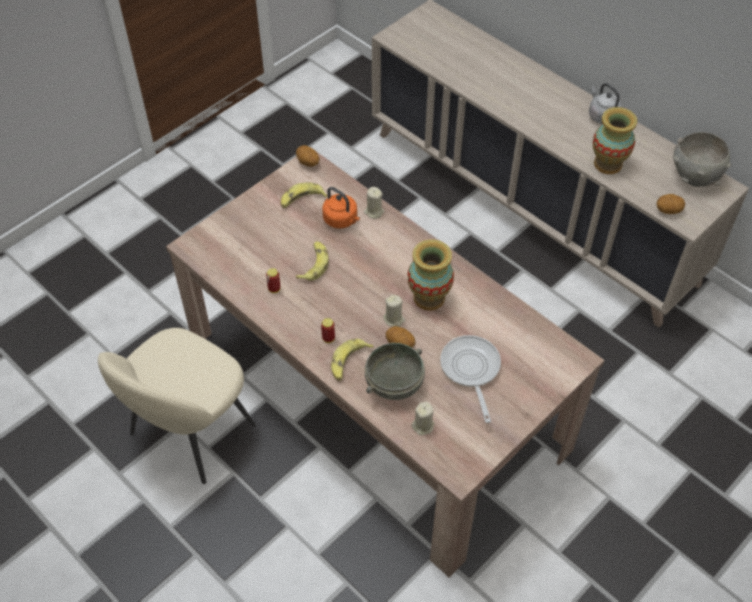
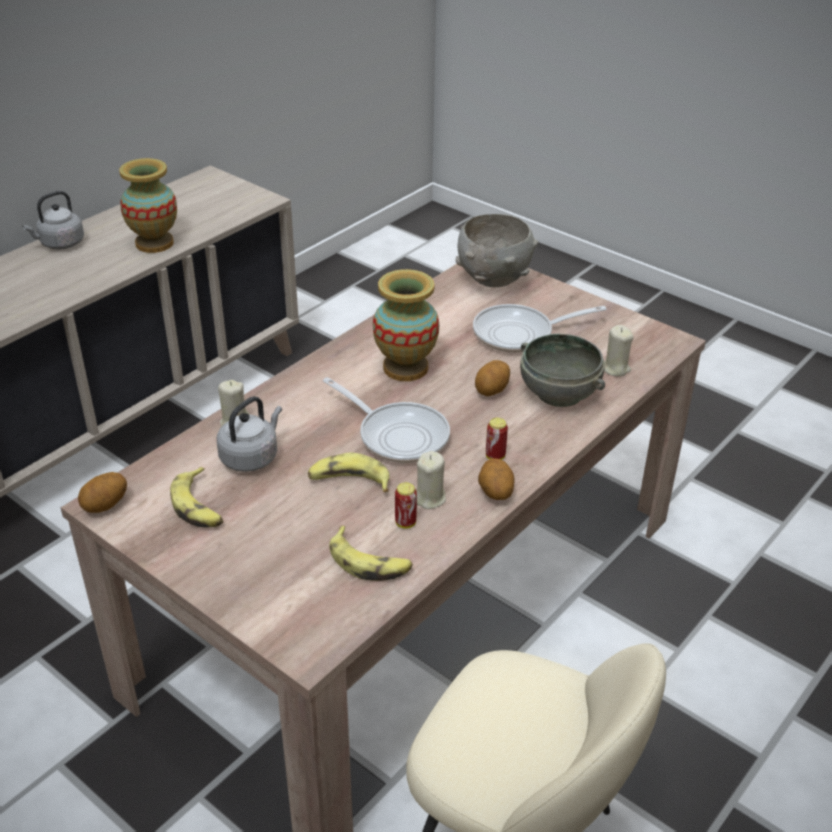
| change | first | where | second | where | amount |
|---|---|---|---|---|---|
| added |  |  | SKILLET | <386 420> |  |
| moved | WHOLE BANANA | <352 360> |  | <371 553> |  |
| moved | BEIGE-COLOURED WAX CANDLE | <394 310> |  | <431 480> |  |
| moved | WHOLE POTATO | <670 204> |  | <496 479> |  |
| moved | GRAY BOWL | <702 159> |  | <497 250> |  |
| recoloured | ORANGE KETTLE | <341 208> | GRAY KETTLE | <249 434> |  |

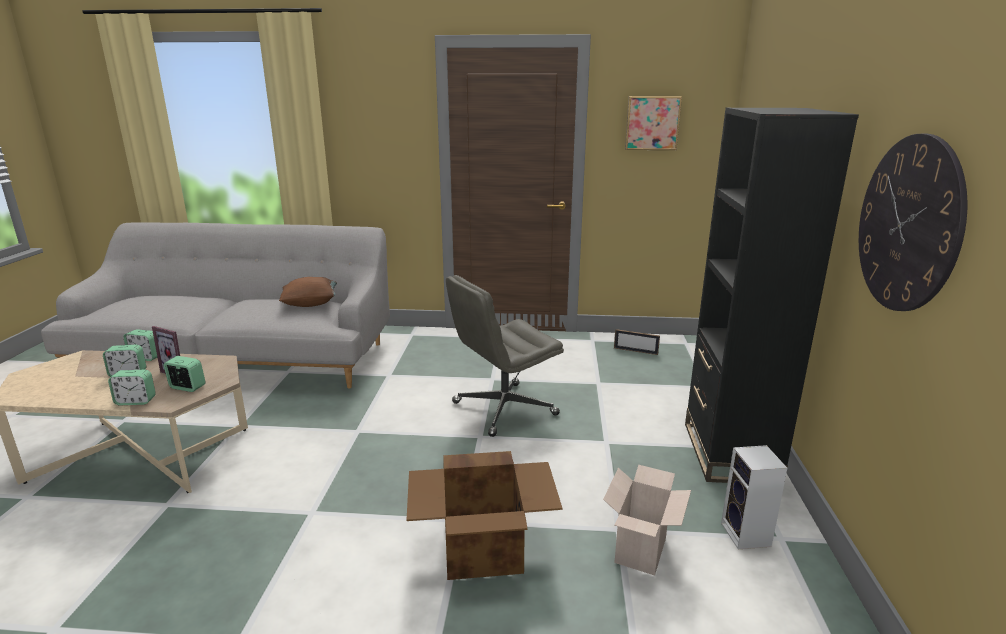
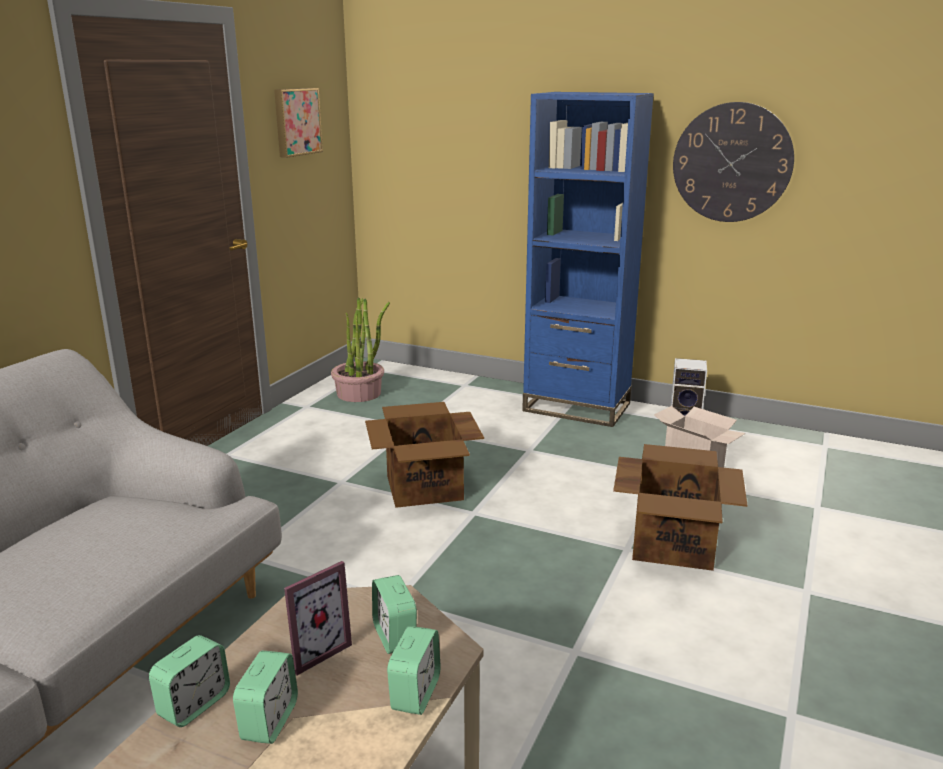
| change | first | where | second | where | amount |
|---|---|---|---|---|---|
| removed | BROWN THROW PILLOW | <308 292> |  |  |  |
| replaced | GRAY DESK CHAIR | <505 356> | CARDBOARD BOX | <424 455> |  |
| replaced | PHOTO FRAME | <637 342> | PLANT IN A POT | <360 349> |  |
| recoloured | BLACKISH BOOKCASE | <772 295> | BLUISH BOOKCASE | <588 259> |  |
| turned | BEDSIDE CLOCK | <185 374> |  | <394 614> | 60 degrees counterclockwise |

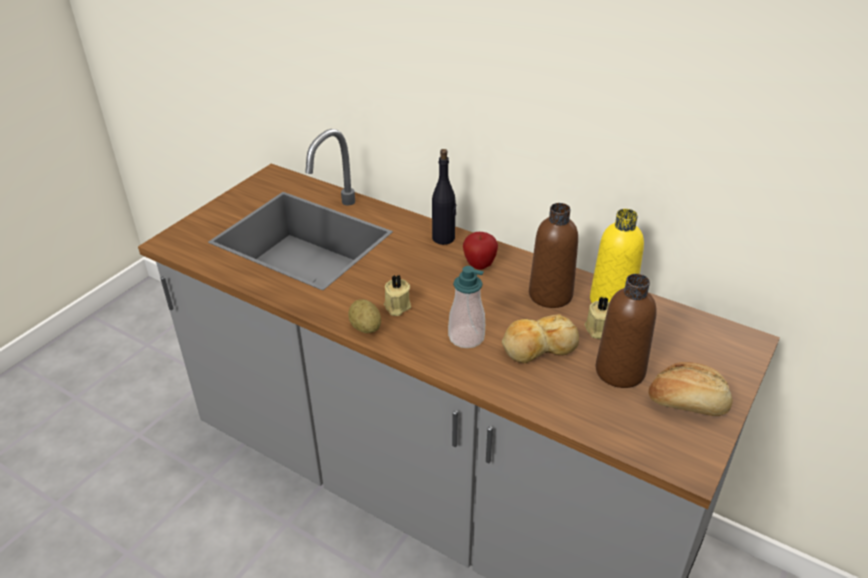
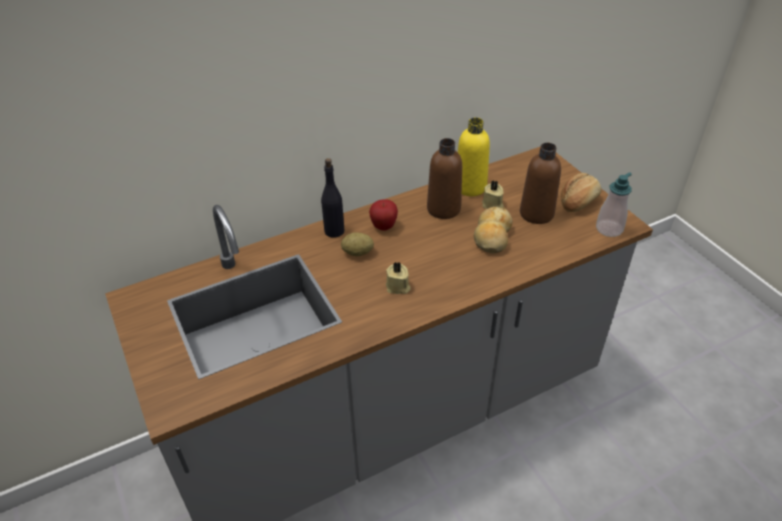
| change | first | where | second | where | amount |
|---|---|---|---|---|---|
| moved | WHOLE POTATO | <364 316> |  | <357 244> |  |
| moved | SOAP BOTTLE | <466 307> |  | <614 204> |  |

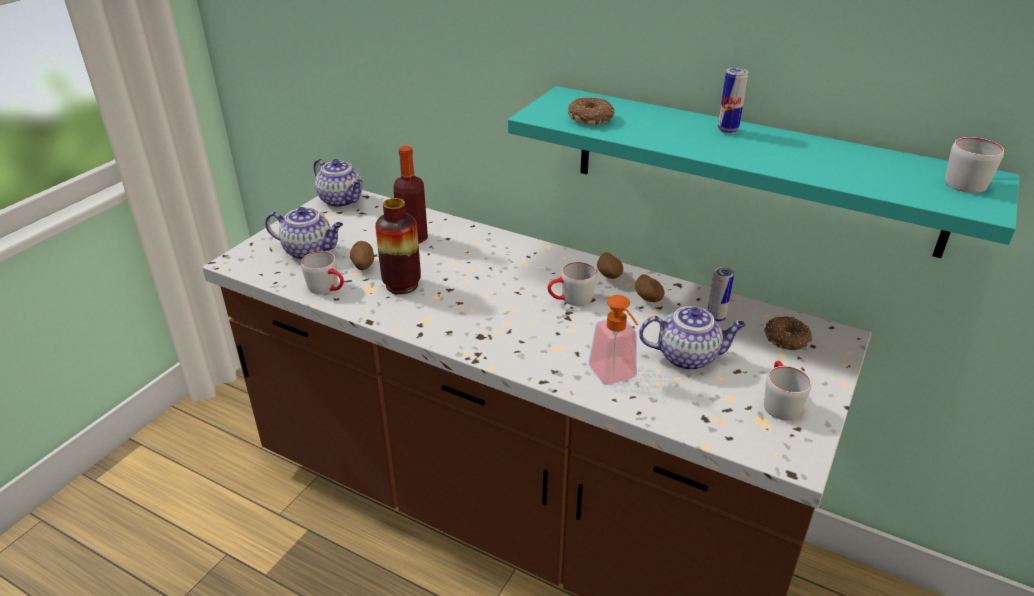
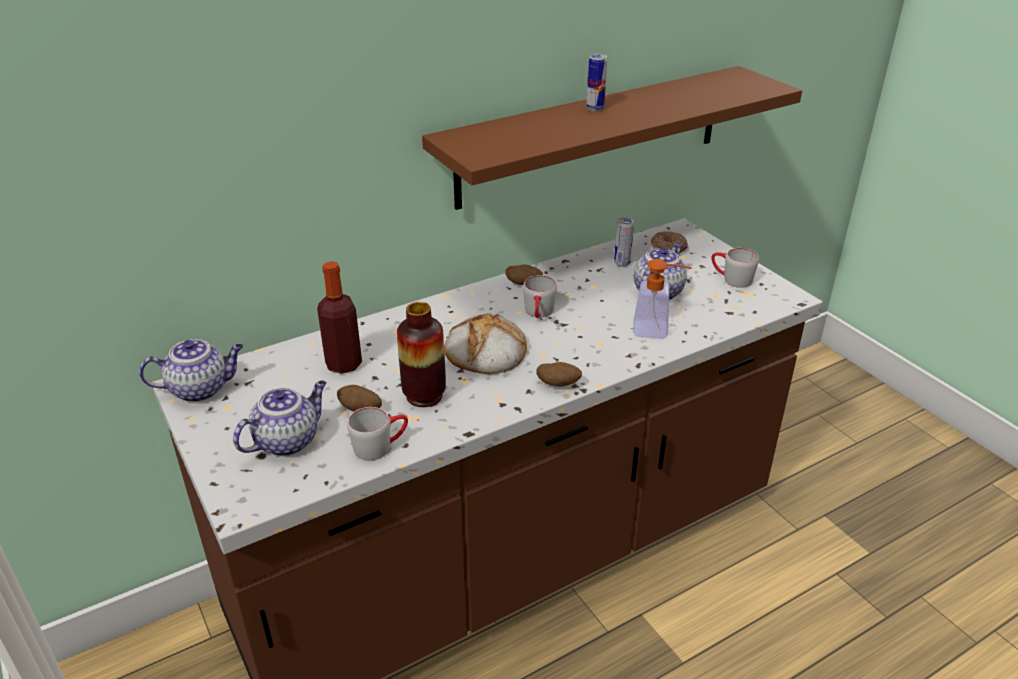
| change | first | where | second | where | amount |
|---|---|---|---|---|---|
| removed | RING DOUGHNUT | <591 111> |  |  |  |
| removed | GRAY COFFEE MUG | <974 165> |  |  |  |
| added |  |  | BREAD | <485 343> |  |
| moved | WHOLE POTATO | <650 288> |  | <559 374> |  |
| recoloured | BLUE-GREEN SHELF | <764 172> | BROWN SHELF | <612 138> |  |

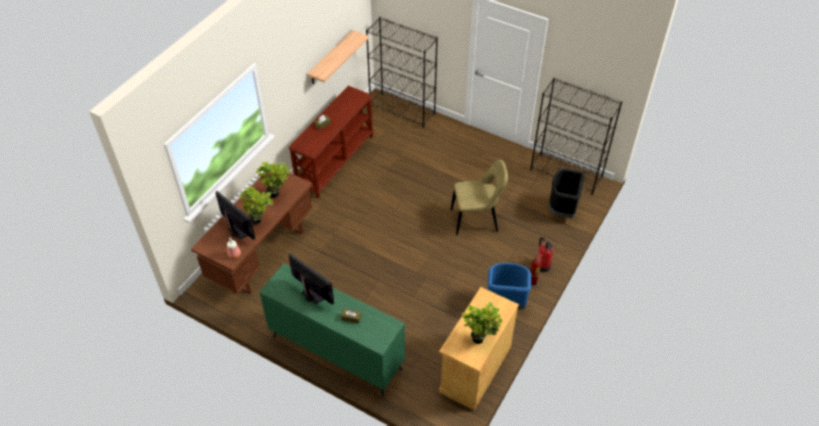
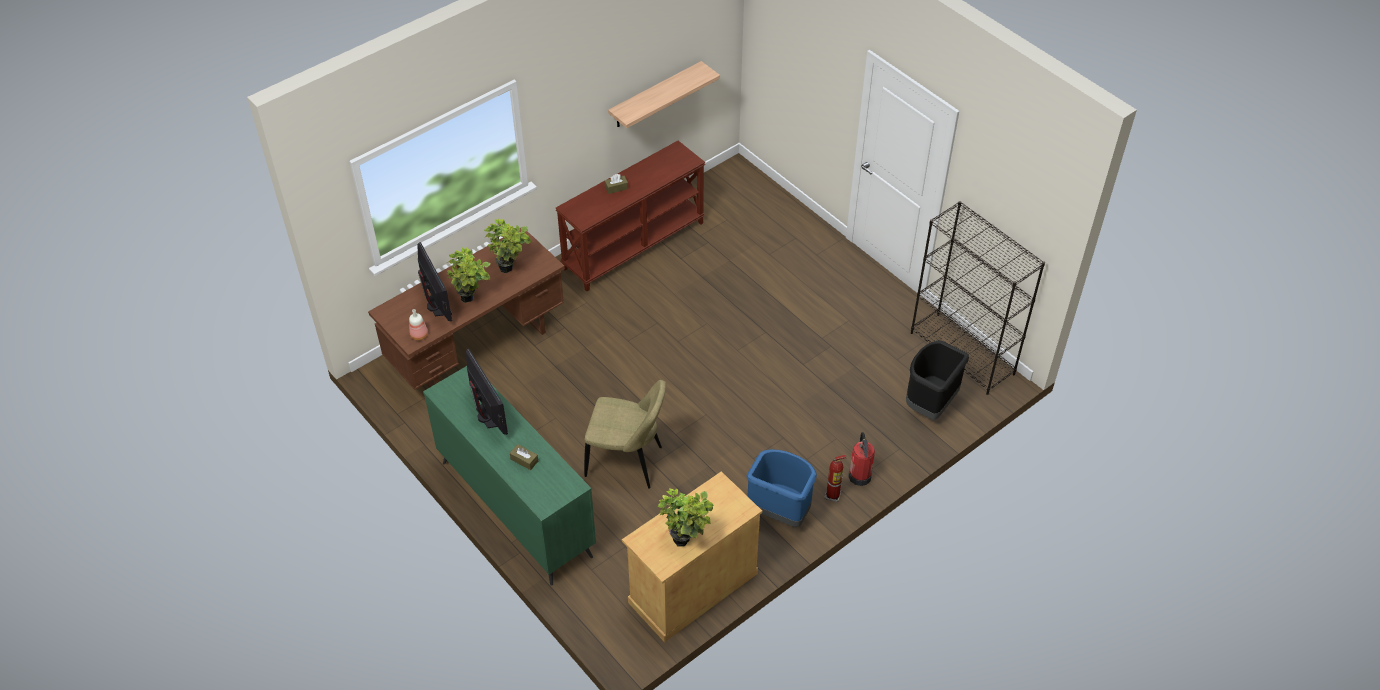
| change | first | where | second | where | amount |
|---|---|---|---|---|---|
| removed | BLACKISH BOOKCASE | <402 73> |  |  |  |
| moved | BEIGE-COLOURED UPRIGHT CHAIR | <479 197> |  | <625 434> |  |

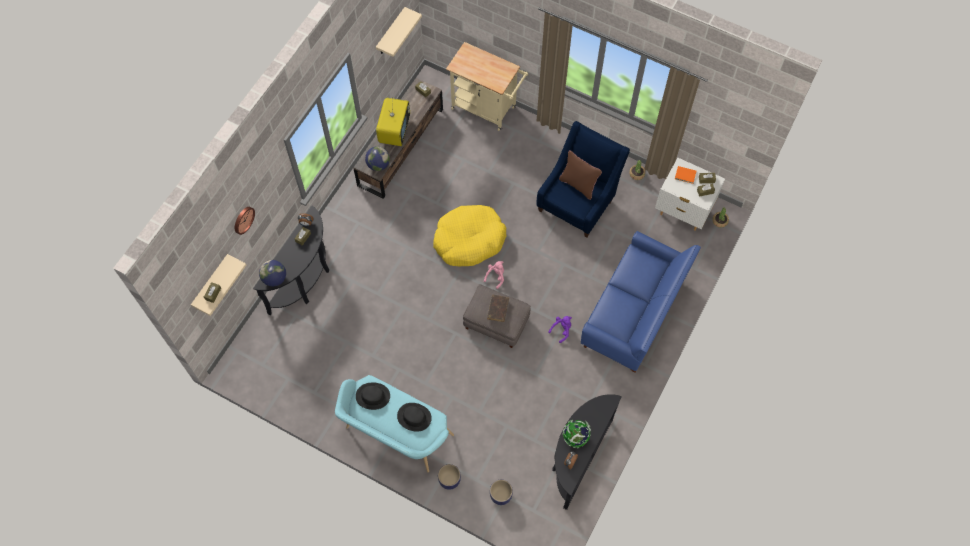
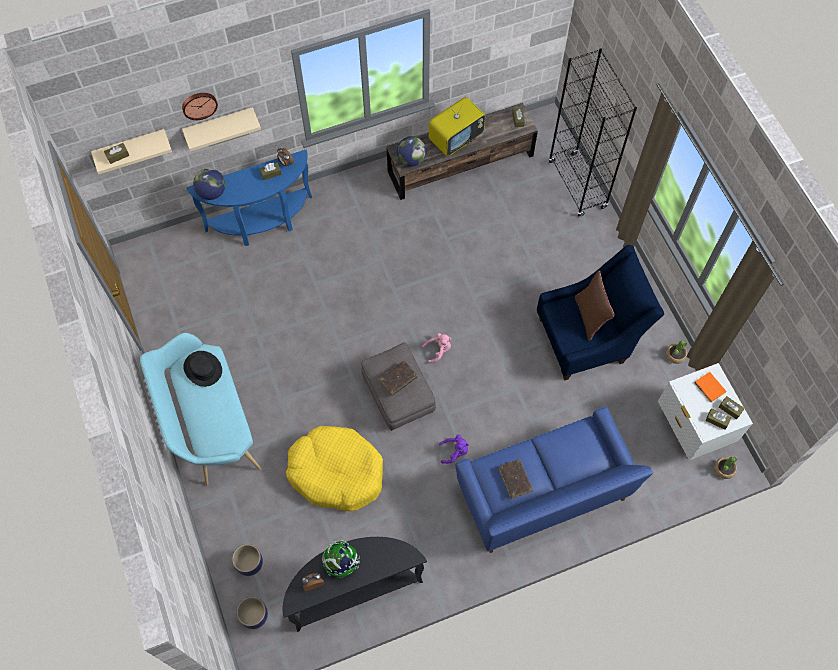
| change | first | where | second | where | amount |
|---|---|---|---|---|---|
| removed | BLACKISH WEARABLE HAT | <414 417> |  |  |  |
| added |  |  | BROWN BOUND BOOK | <516 479> |  |
| moved | BEIGE-COLOURED SHELF | <399 32> |  | <221 129> |  |
| moved | YELLOW-COLOURED PET BED | <469 235> |  | <334 468> |  |
| moved | PLANTER | <449 477> |  | <252 613> |  |
| replaced | BEIGE-COLOURED WHEELED CART | <487 86> | BLACKISH BOOKCASE | <592 132> |  |
| recoloured | BLACKISH NARROW TABLE | <291 260> | BLUISH NARROW TABLE | <249 198> |  |

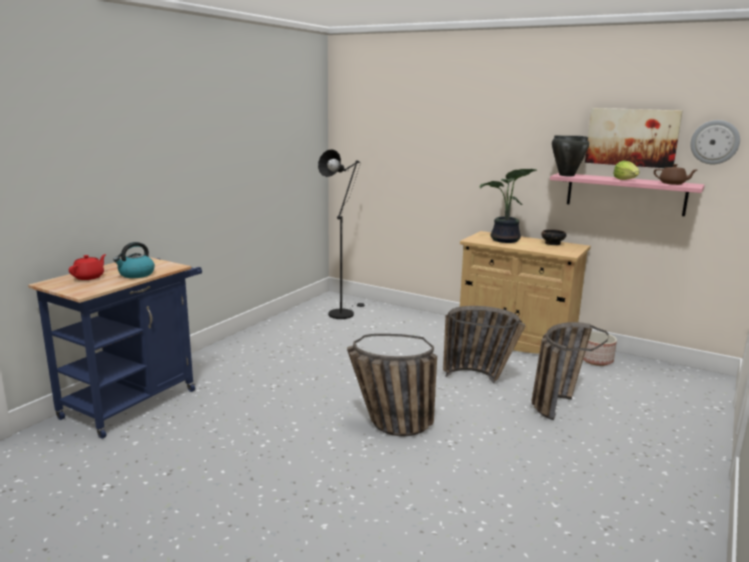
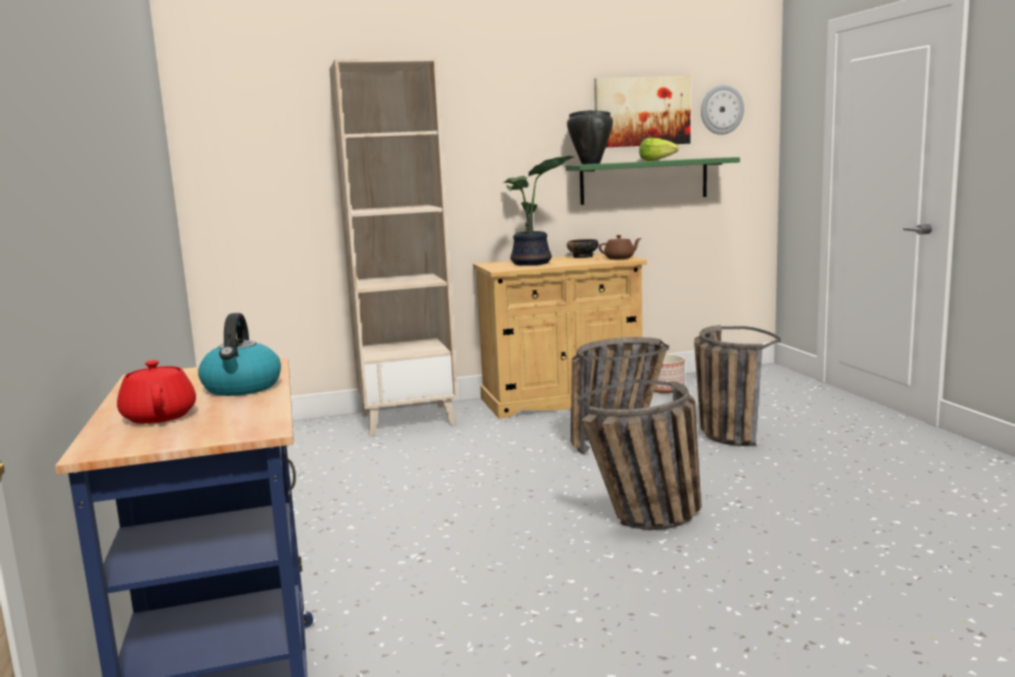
| change | first | where | second | where | amount |
|---|---|---|---|---|---|
| removed | BLACKISH STANDARD LAMP | <341 234> |  |  |  |
| added |  |  | BEIGE-COLOURED BOOKCASE | <393 246> |  |
| moved | BROWN POT FOR TEA | <675 174> |  | <620 247> |  |
| recoloured | PINK-COLOURED SHELF | <627 194> | GREEN-COLOURED SHELF | <653 181> |  |

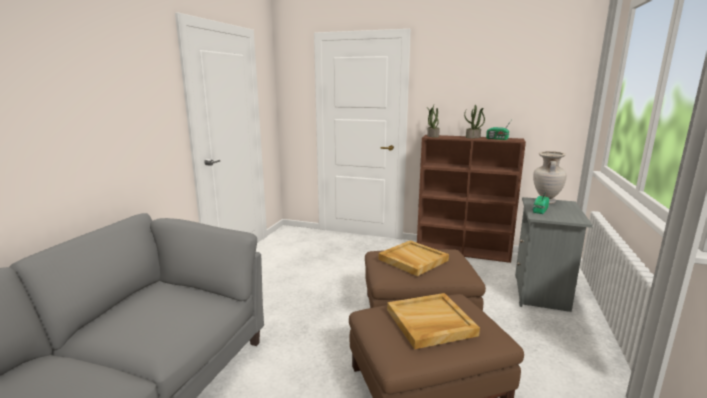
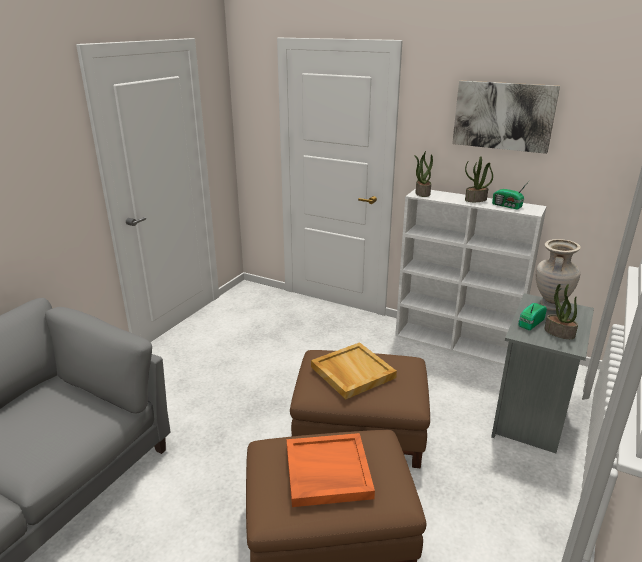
| change | first | where | second | where | amount |
|---|---|---|---|---|---|
| added |  |  | WALL ART | <506 117> |  |
| added |  |  | PLANT IN A POT | <561 311> |  |
| recoloured | BEIGE-COLOURED SERVING TRAY | <433 321> | ORANGE SERVING TRAY | <331 470> |  |
| recoloured | BROWN BOOKCASE | <471 199> | WHITE-COLOURED BOOKCASE | <471 277> |  |

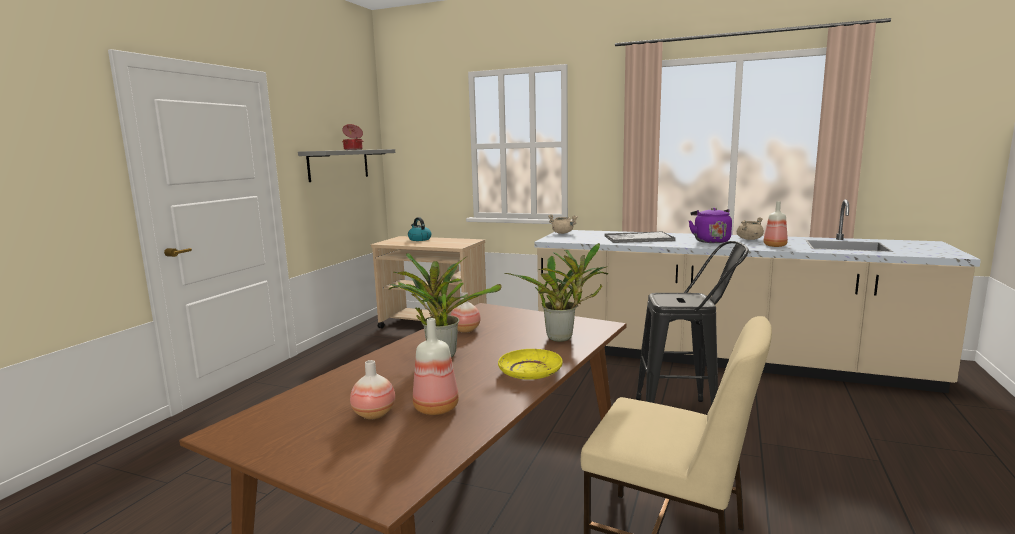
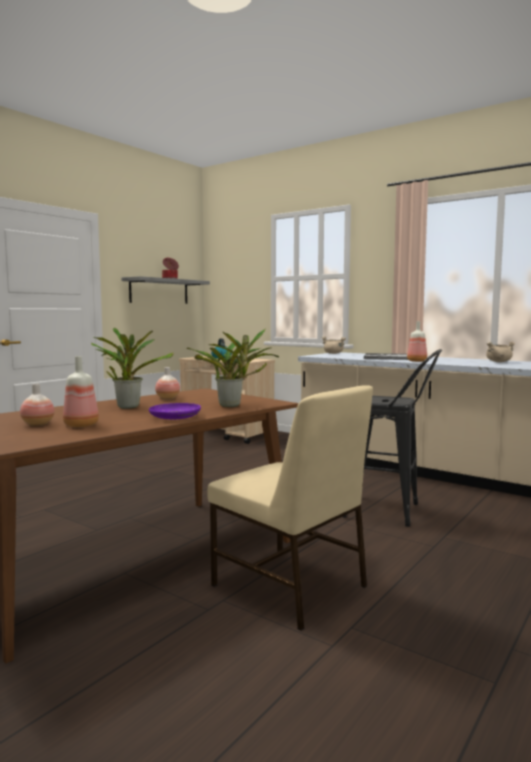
| change | first | where | second | where | amount |
|---|---|---|---|---|---|
| removed | PURPLISH KETTLE | <710 225> |  |  |  |
| moved | BOTTLE | <775 224> |  | <417 341> |  |
| recoloured | YELLOW-COLOURED DINNER PLATE | <530 364> | PURPLISH DINNER PLATE | <175 411> |  |

